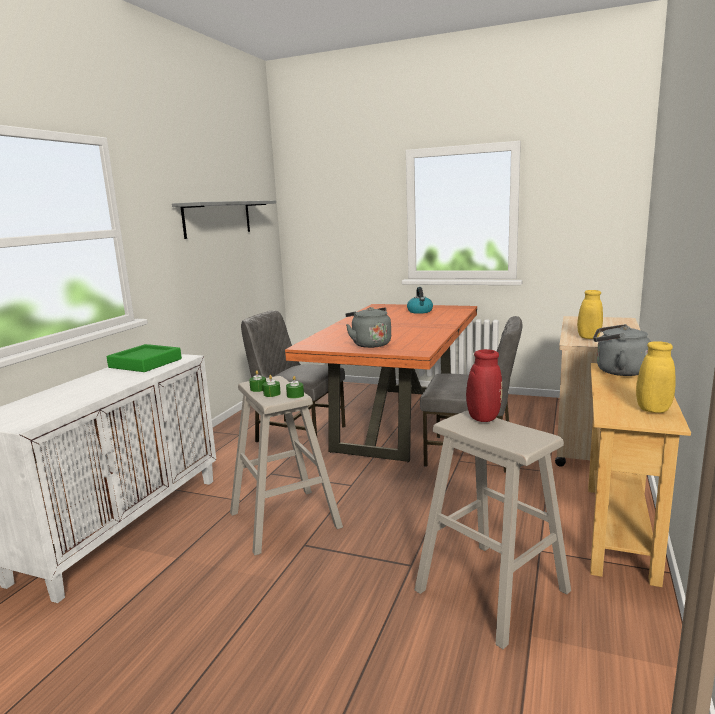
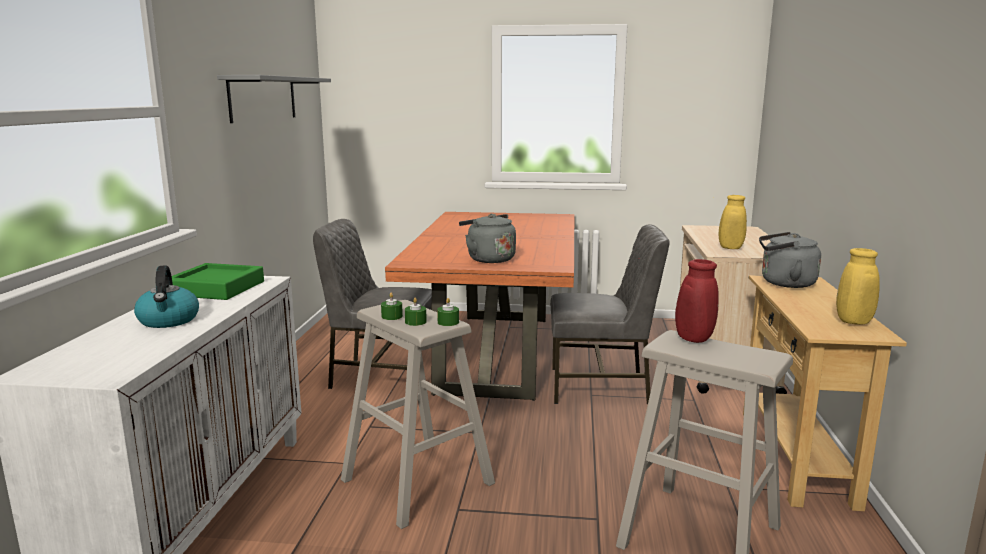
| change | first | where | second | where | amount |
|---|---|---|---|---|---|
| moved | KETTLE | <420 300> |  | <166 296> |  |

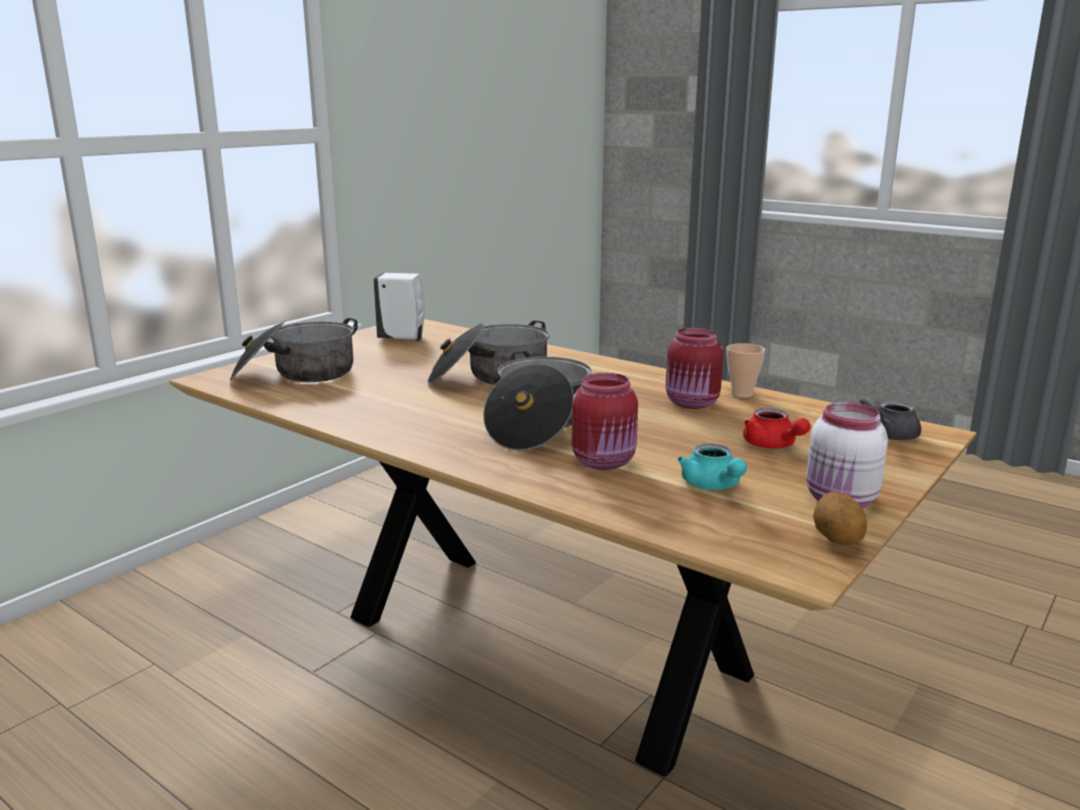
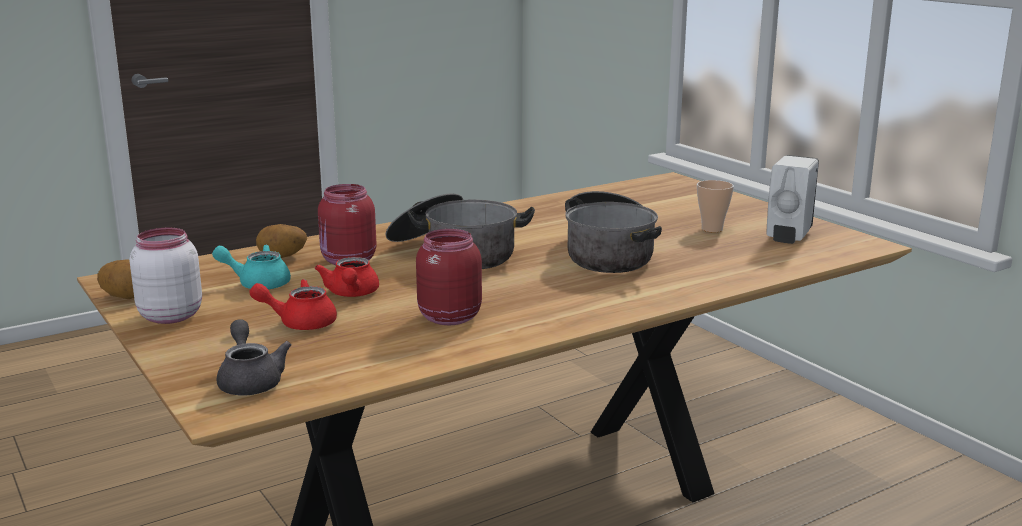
| change | first | where | second | where | amount |
|---|---|---|---|---|---|
| removed | STOCKPOT | <294 350> |  |  |  |
| added |  |  | WHOLE POTATO | <281 241> |  |
| added |  |  | RED POT FOR TEA | <347 277> |  |
| moved | SMALL CUP | <745 370> |  | <715 206> |  |

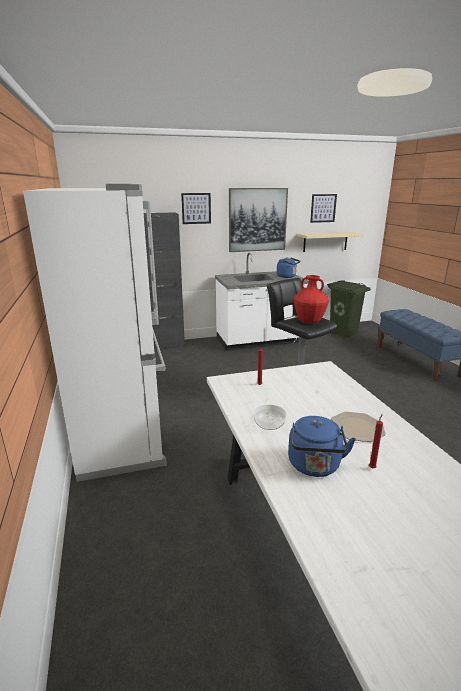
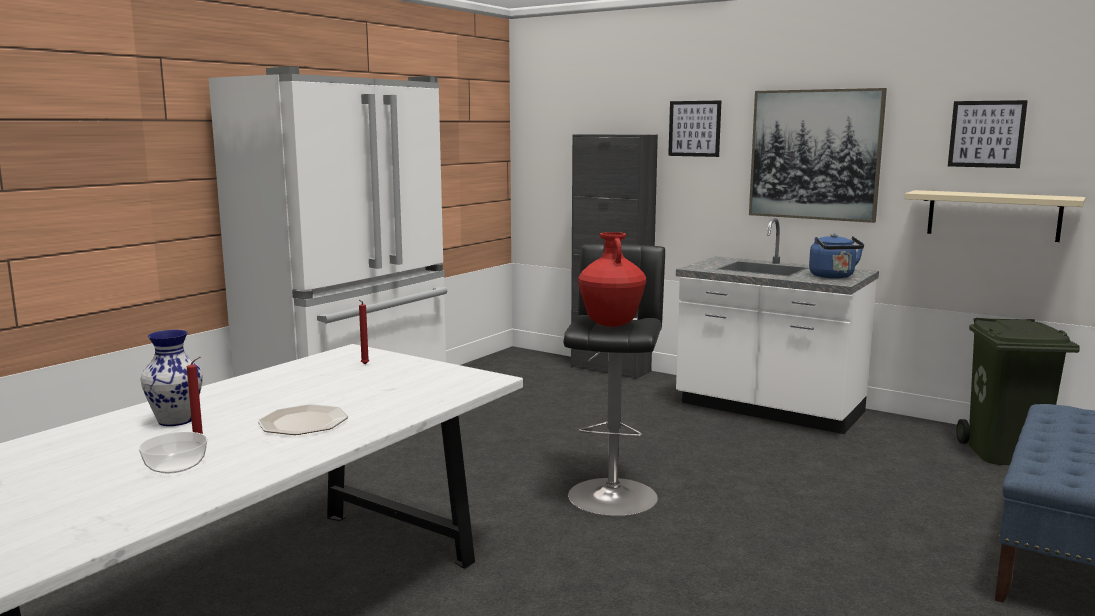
| change | first | where | second | where | amount |
|---|---|---|---|---|---|
| moved | BOWL | <270 417> |  | <173 452> |  |
| replaced | BLUISH KETTLE | <322 446> | DECORATIVE VASE | <172 378> |  |

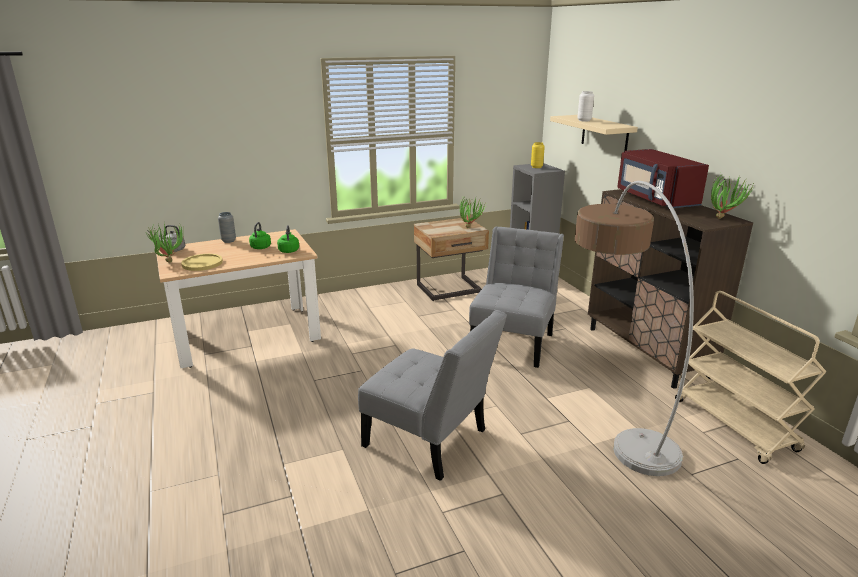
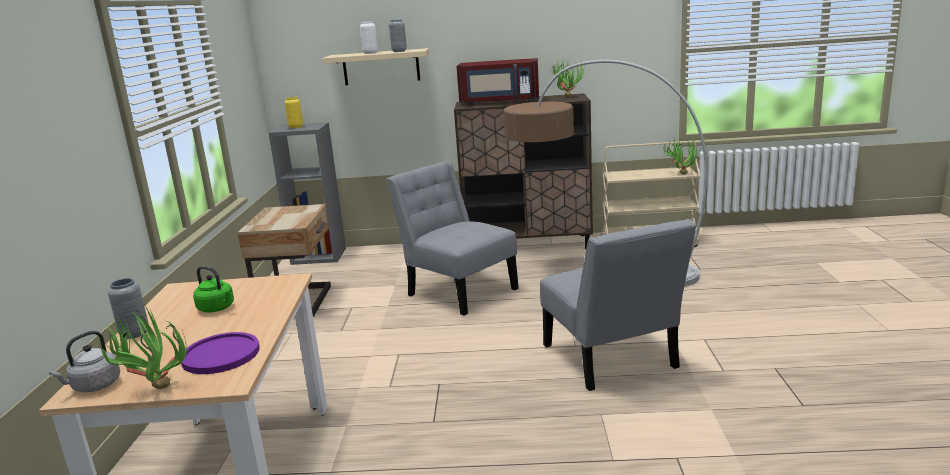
| change | first | where | second | where | amount |
|---|---|---|---|---|---|
| removed | GREEN-COLOURED KETTLE | <288 239> |  |  |  |
| added |  |  | GRAY DECORATIVE VASE | <398 35> |  |
| moved | PLANT IN A POT | <473 212> |  | <680 155> |  |
| recoloured | YELLOW-COLOURED DINNER PLATE | <202 262> | PURPLISH DINNER PLATE | <220 353> |  |
| turned | GRAY UPRIGHT CHAIR | <432 395> |  | <618 305> | 105 degrees clockwise |

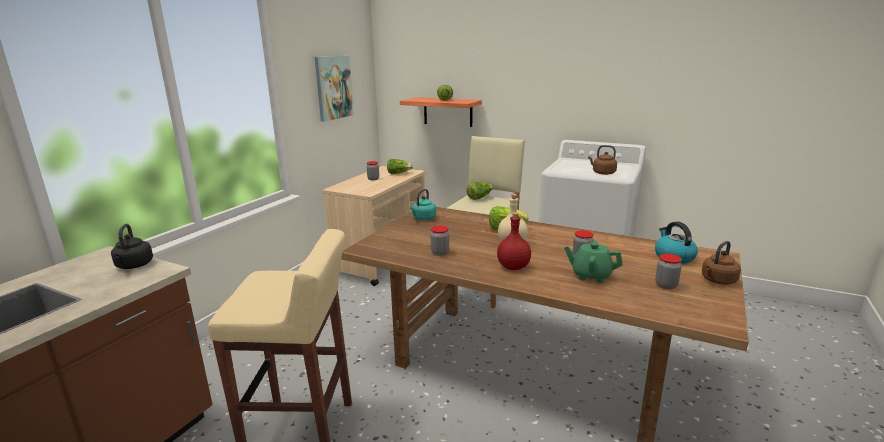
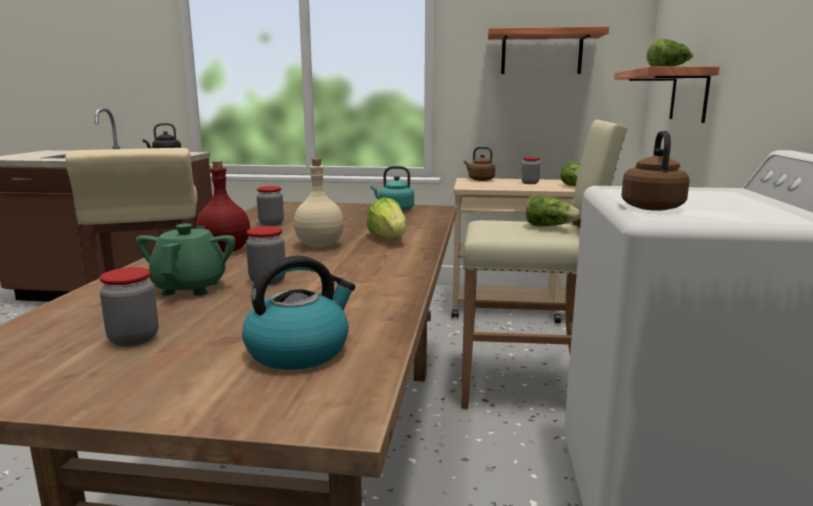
| change | first | where | second | where | amount |
|---|---|---|---|---|---|
| moved | BROWN KETTLE | <721 263> |  | <479 164> |  |
| replaced | WALL ART | <334 88> | SHELF | <548 50> |  |

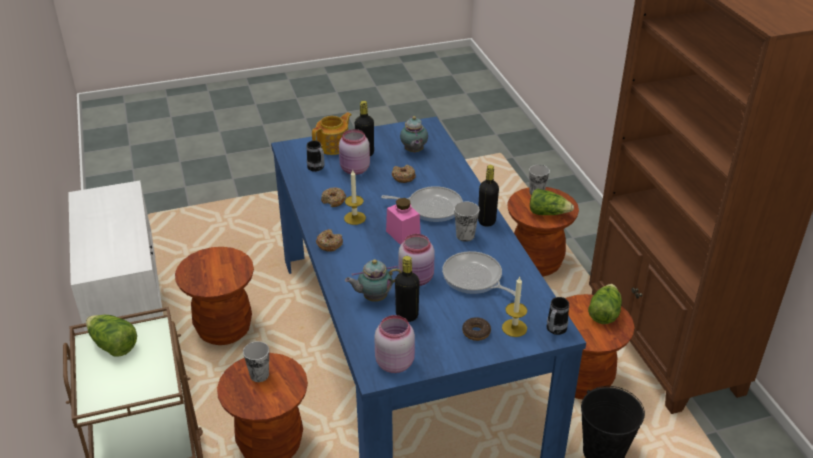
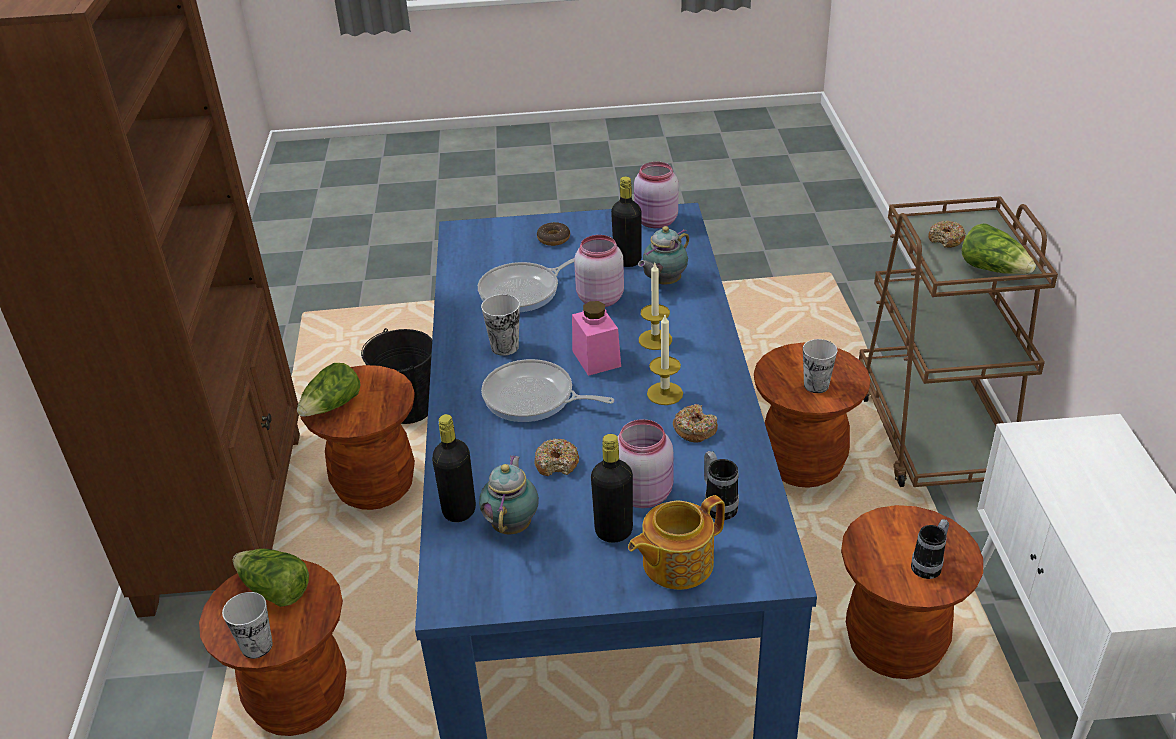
| change | first | where | second | where | amount |
|---|---|---|---|---|---|
| moved | RING DOUGHNUT | <329 240> |  | <947 234> |  |
| moved | BLACKISH BOTTLE | <488 196> |  | <454 468> |  |
| moved | WAX CANDLE | <514 307> |  | <655 306> |  |
| moved | COFFEE MUG | <558 316> |  | <930 549> |  |
| turned | POT FOR TEA | <373 280> |  | <663 255> | 135 degrees clockwise |
| turned | SKILLET | <478 273> |  | <526 285> | 90 degrees clockwise |

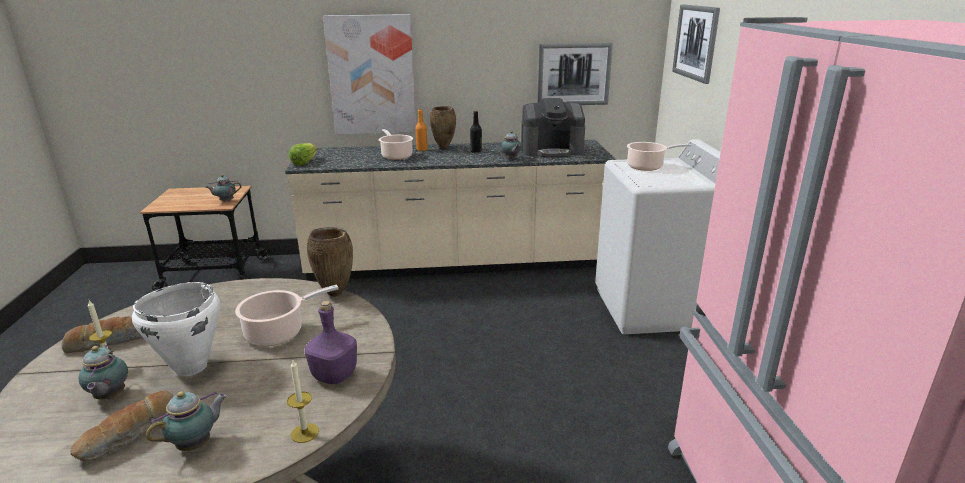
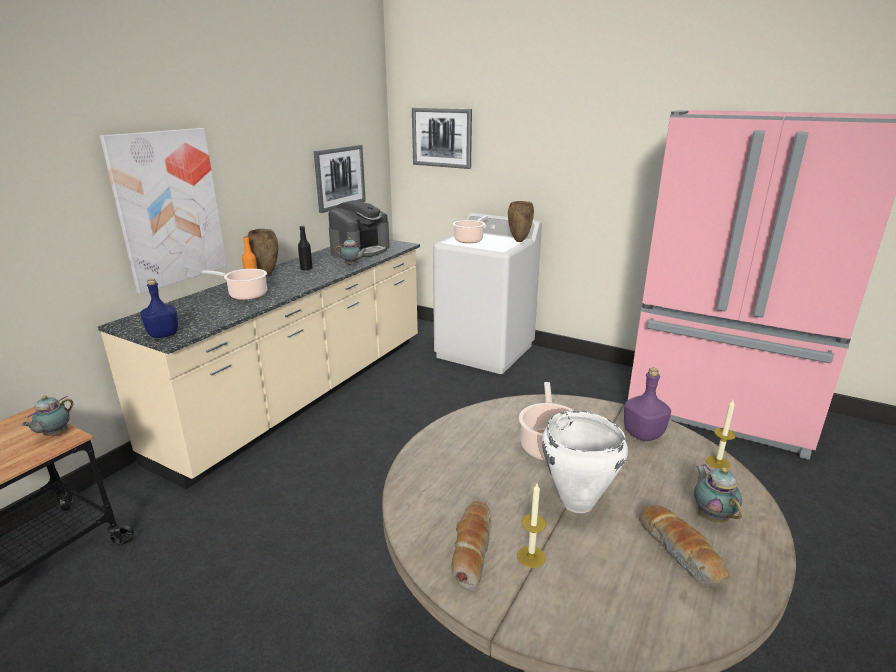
| change | first | where | second | where | amount |
|---|---|---|---|---|---|
| removed | POT FOR TEA | <103 371> |  |  |  |
| moved | BROWN DECORATIVE VASE | <330 262> |  | <521 221> |  |
| replaced | HEAD OF LETTUCE | <303 154> | BLUISH BOTTLE | <159 308> |  |

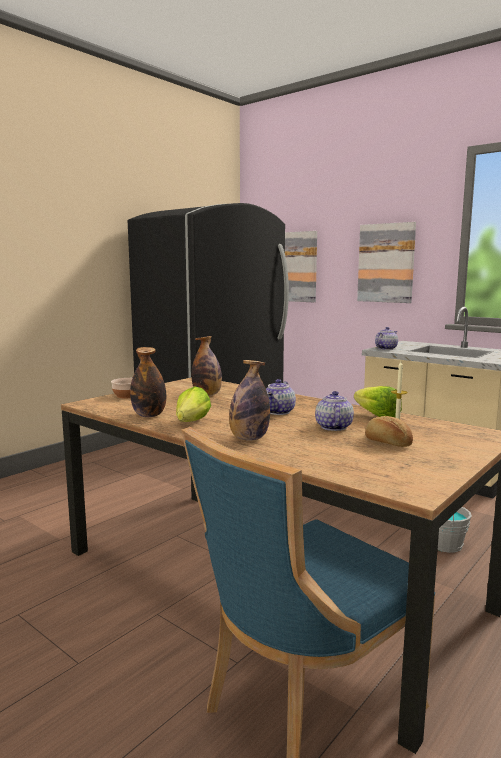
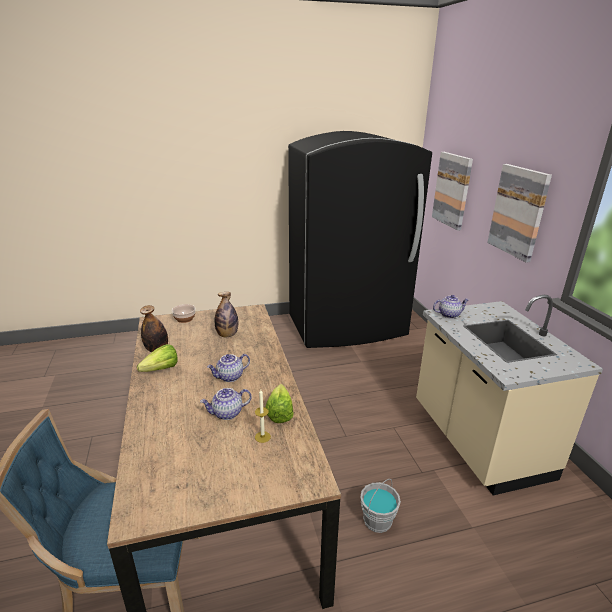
| change | first | where | second | where | amount |
|---|---|---|---|---|---|
| removed | BOTTLE | <249 400> |  |  |  |
| removed | BREAD | <389 431> |  |  |  |
| turned | POT FOR TEA | <334 411> |  | <225 404> | 150 degrees counterclockwise |

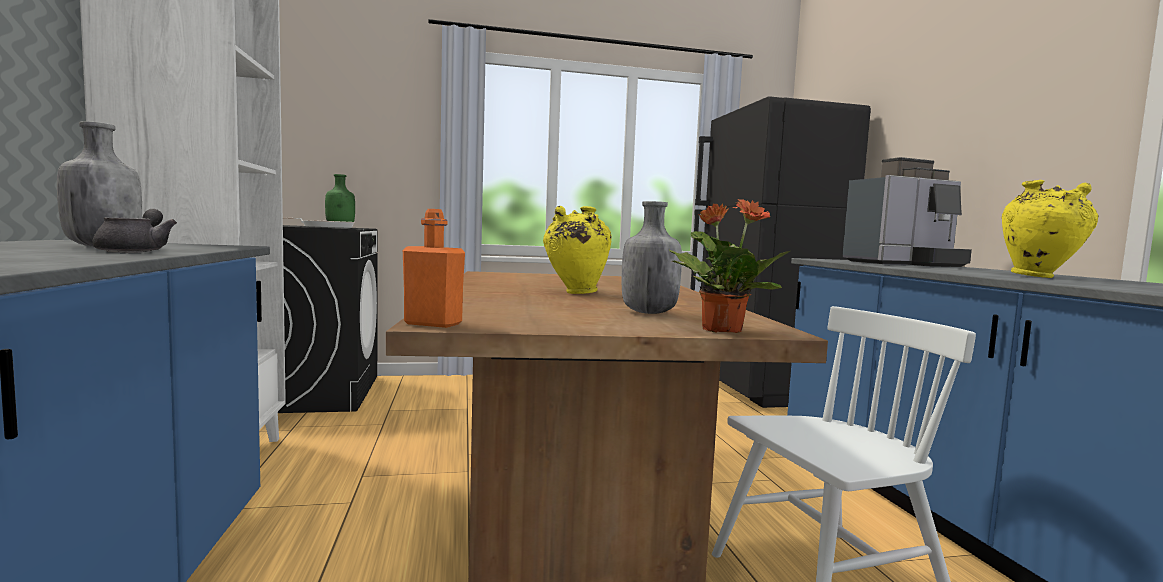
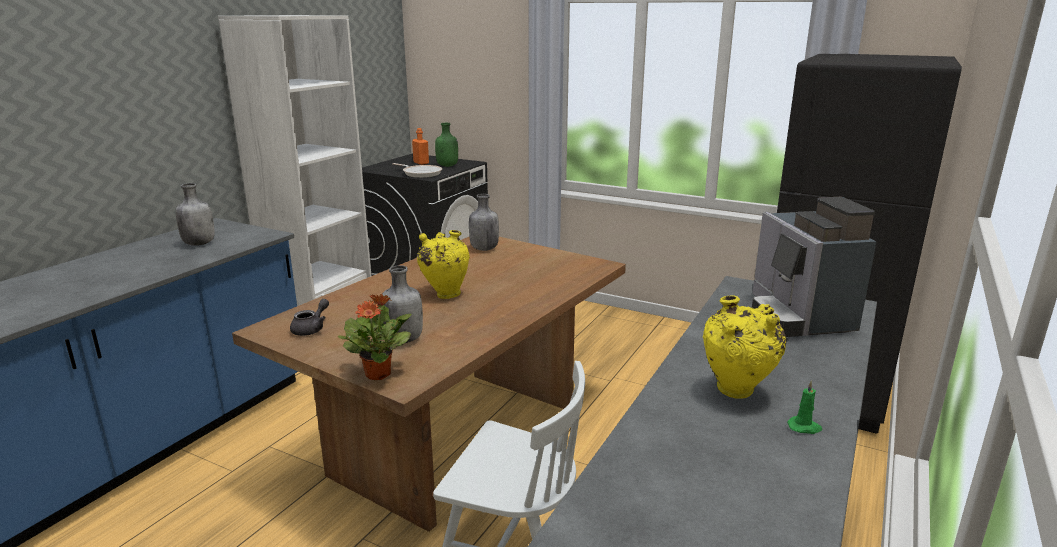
| change | first | where | second | where | amount |
|---|---|---|---|---|---|
| added |  |  | GRAY BOTTLE | <484 222> |  |
| added |  |  | GREEN-COLOURED WAX CANDLE | <804 407> |  |
| moved | GRAY POT FOR TEA | <134 231> |  | <309 317> |  |
| moved | ORANGE BOTTLE | <434 268> |  | <420 146> |  |
| turned | COFFEE MAKER | <907 212> |  | <814 267> | 60 degrees clockwise |

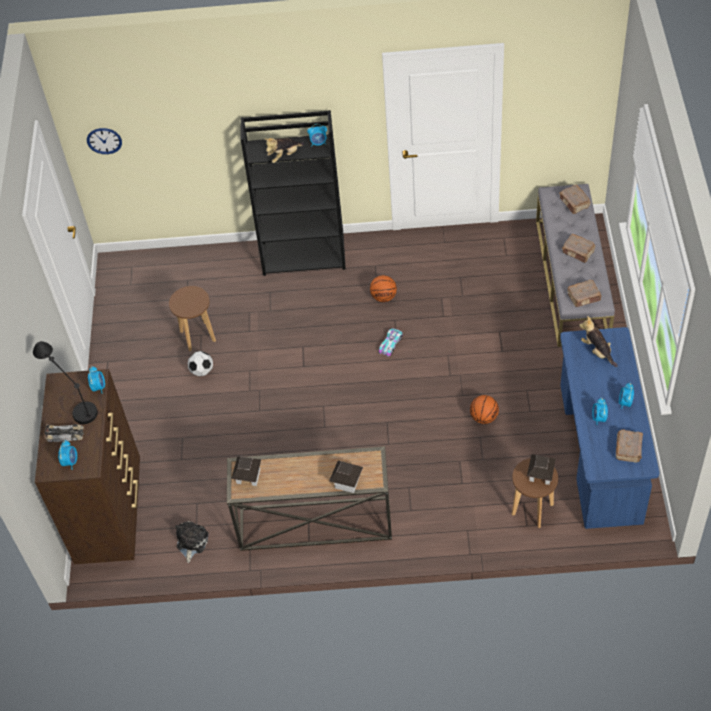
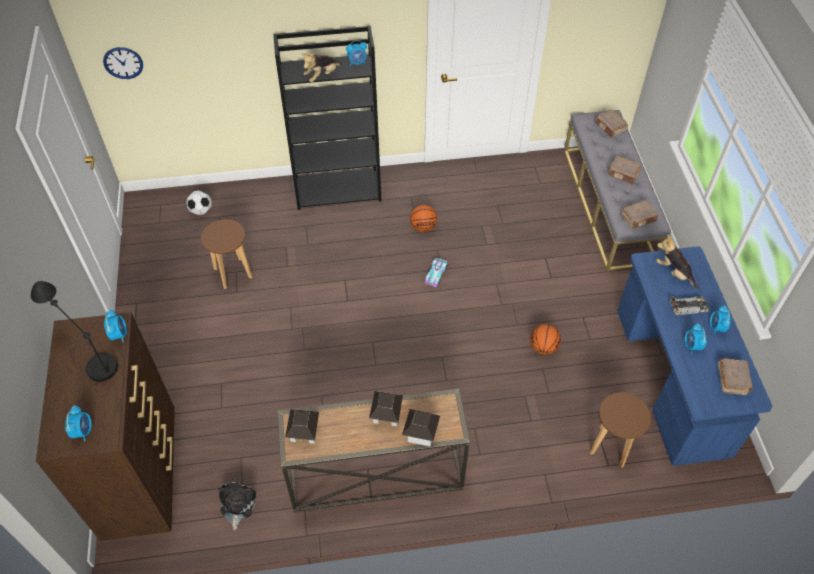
| change | first | where | second | where | amount |
|---|---|---|---|---|---|
| moved | MODEL CAR | <64 433> |  | <689 305> |  |
| moved | FOOTBALL | <200 363> |  | <199 202> |  |
| moved | MINIATURE HOUSE | <541 469> |  | <386 408> |  |

